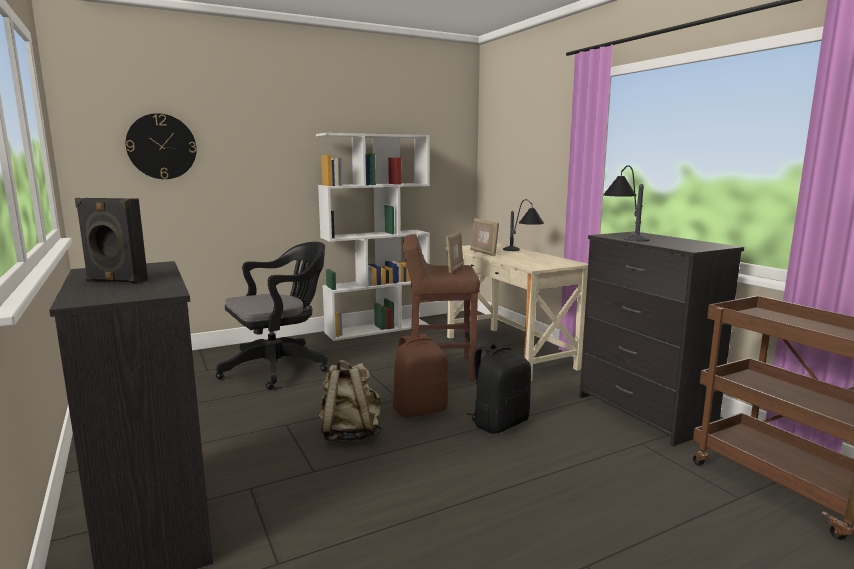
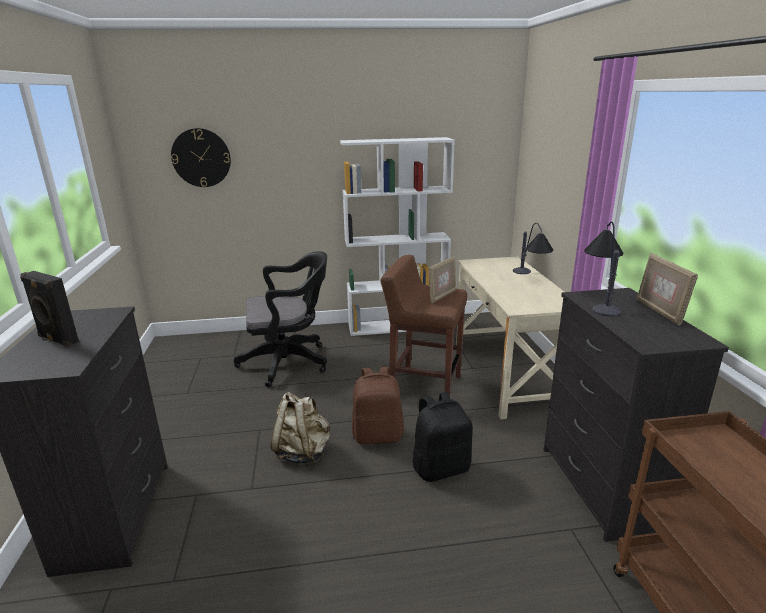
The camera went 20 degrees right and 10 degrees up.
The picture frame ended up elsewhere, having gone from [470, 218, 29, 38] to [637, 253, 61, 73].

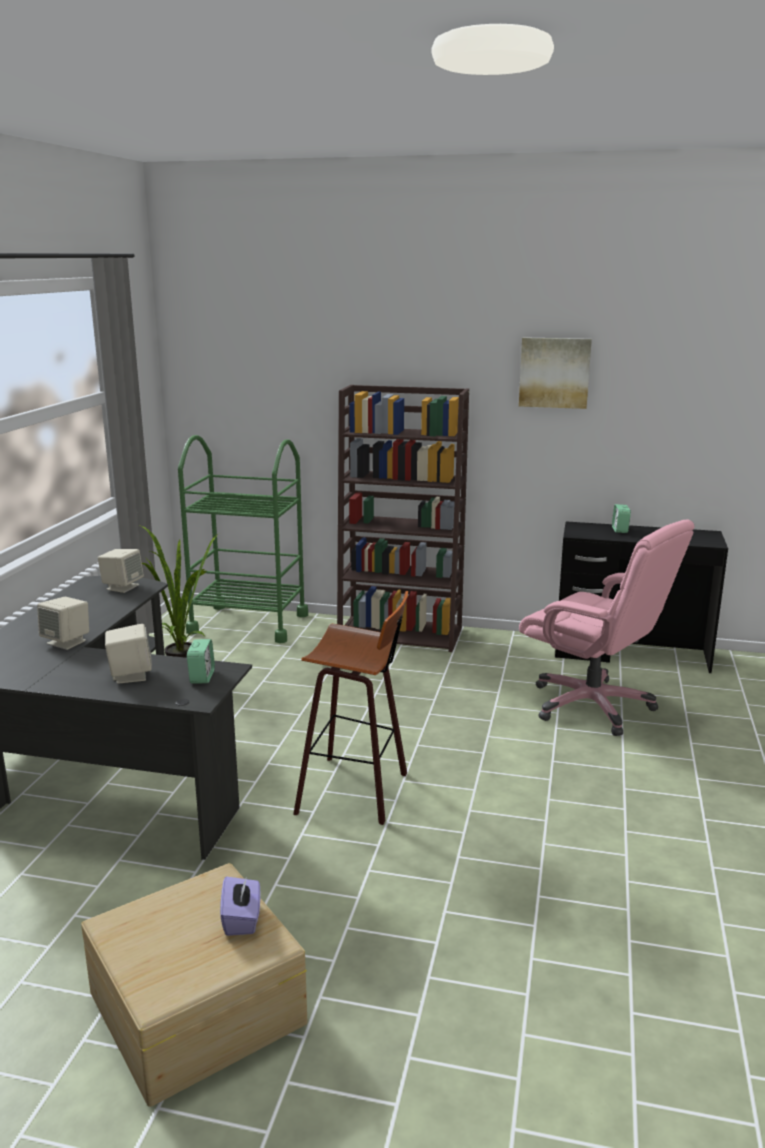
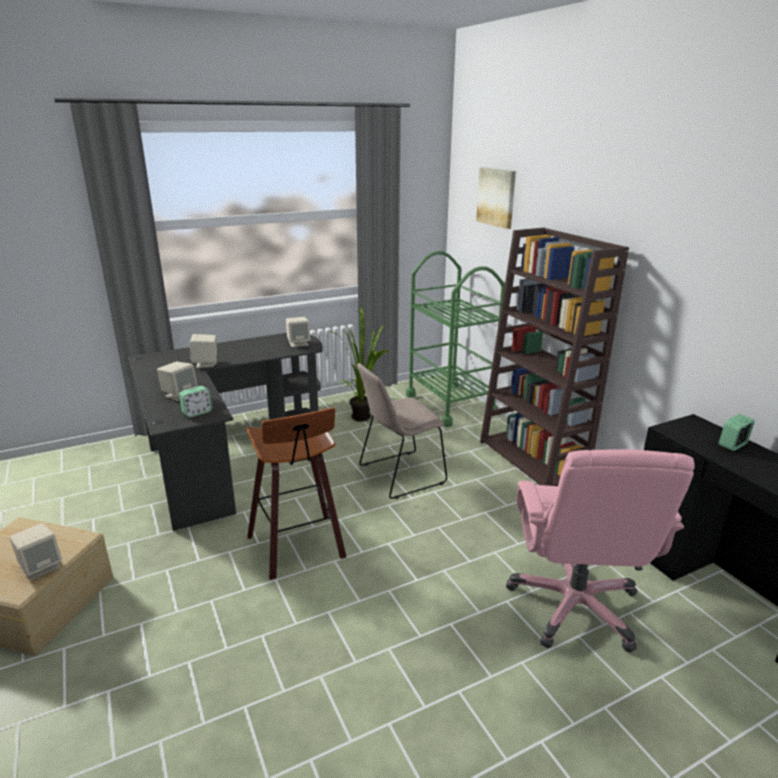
The camera went 50 degrees right and 5 degrees up.
Where the box of tissues/purple-coloured stood at [220, 876, 40, 60], the audio speaker/sand-coloured came to stand at [10, 523, 52, 57].
The second view gained the plain chair/sand-coloured at [358, 363, 89, 136].
The picture ended up elsewhere, having gone from [519, 337, 73, 72] to [476, 167, 40, 62].

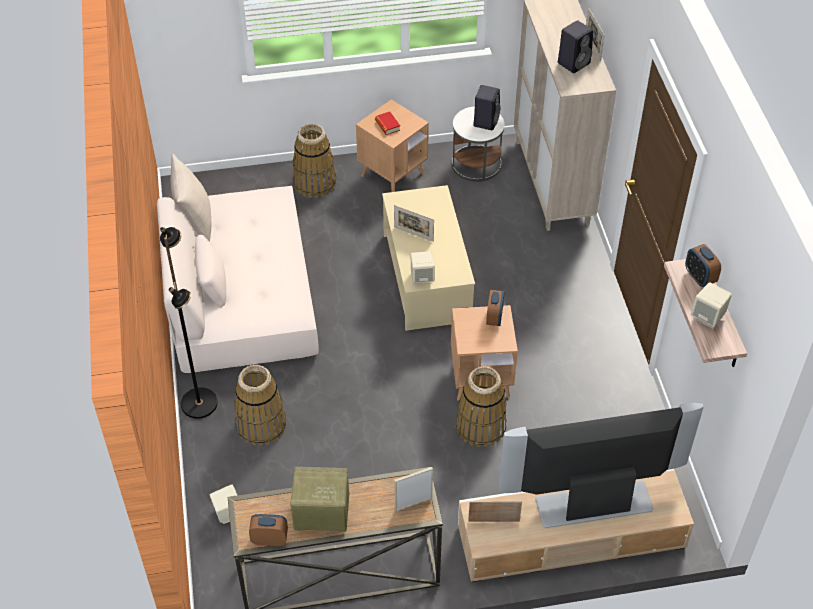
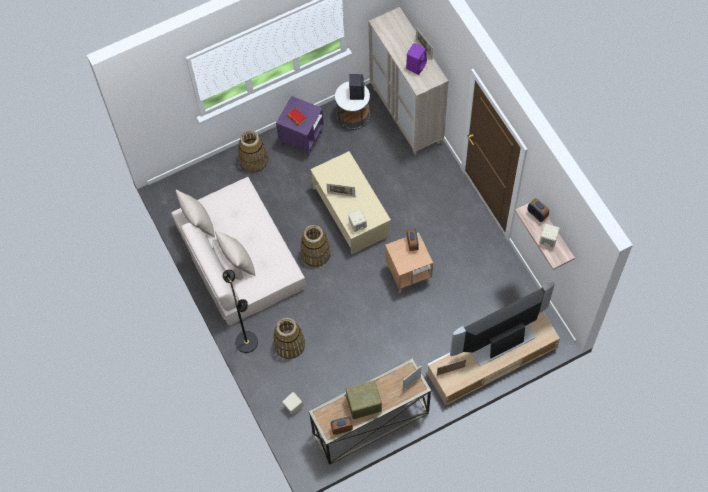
The camera went 15 degrees left and 15 degrees up.
The second view gained the throw pillow/sand-coloured at [215, 230, 41, 46].
What was the end table/brown-coloured at [356, 99, 73, 93] turned into the end table/purple-coloured at [276, 96, 48, 61].
The household basket ended up elsewhere, having gone from [456, 366, 51, 81] to [300, 225, 31, 42].
What was the audio speaker/blackish at [558, 20, 35, 53] turned into the audio speaker/purple-coloured at [406, 43, 21, 32].

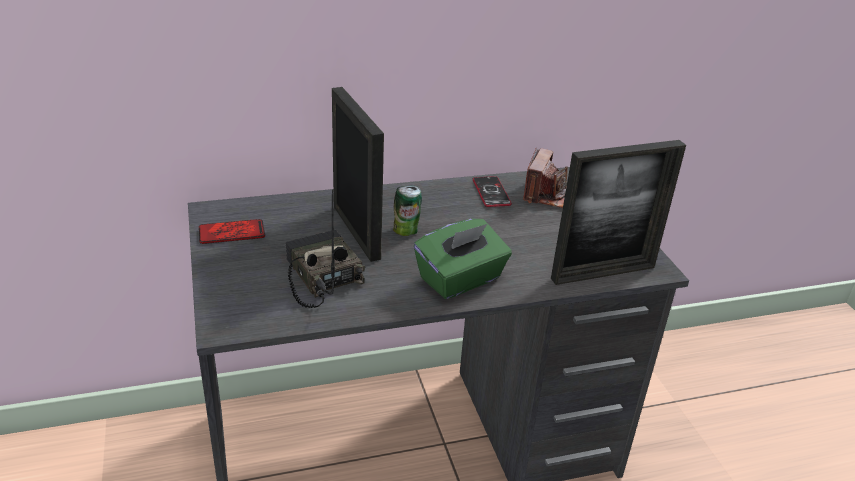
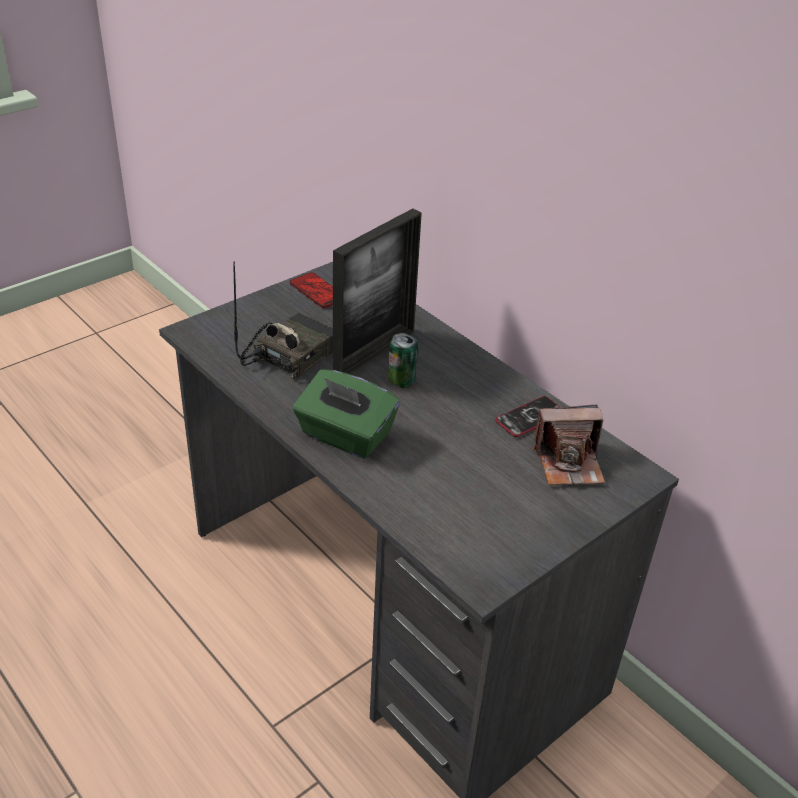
The camera went 65 degrees right and 5 degrees up.
The second view lost the picture frame at [551, 140, 135, 145].

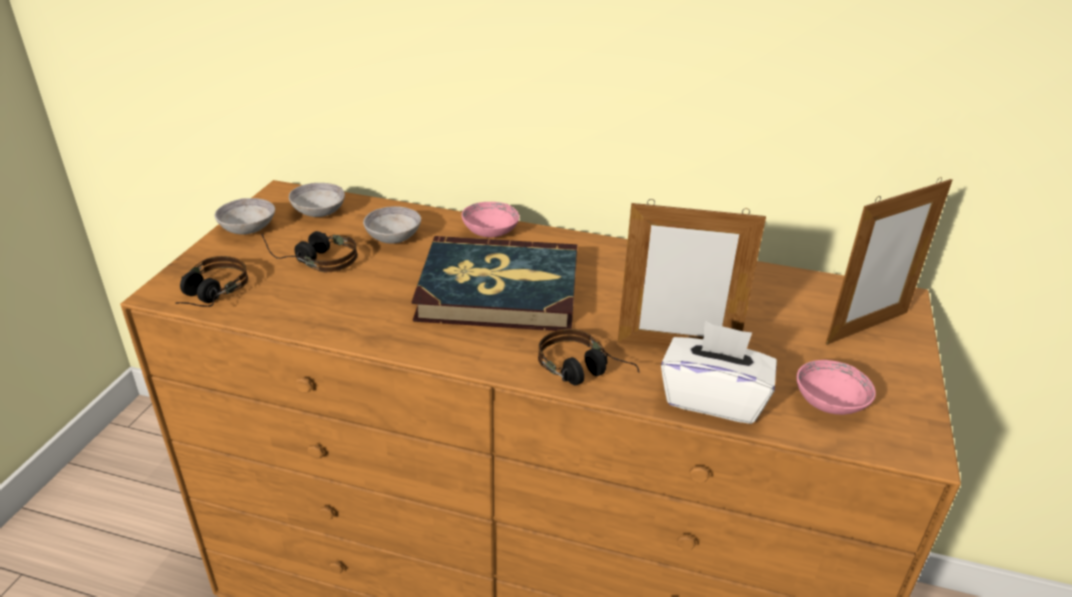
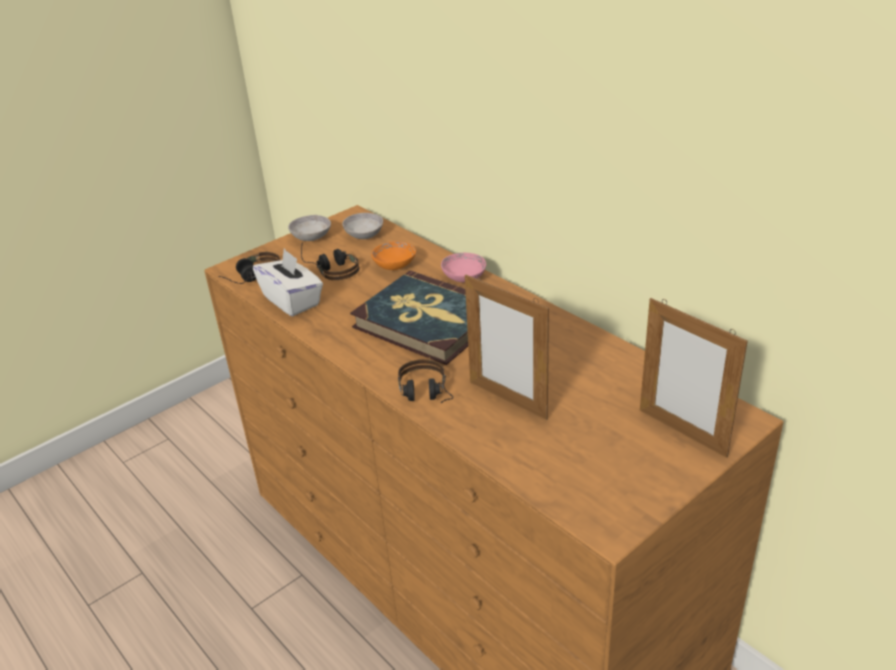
The camera went 35 degrees right and 0 degrees up.
The box of tissues/white-coloured ended up elsewhere, having gone from [661, 321, 116, 103] to [253, 249, 70, 67].
What was the deep dish/greyish at [363, 206, 58, 38] turned into the deep dish/orange at [371, 241, 45, 29].
The picture frame at [826, 177, 126, 168] ended up facing another way, 45 degrees clockwise from before.
The second view lost the deep dish/pink at [797, 360, 79, 55].

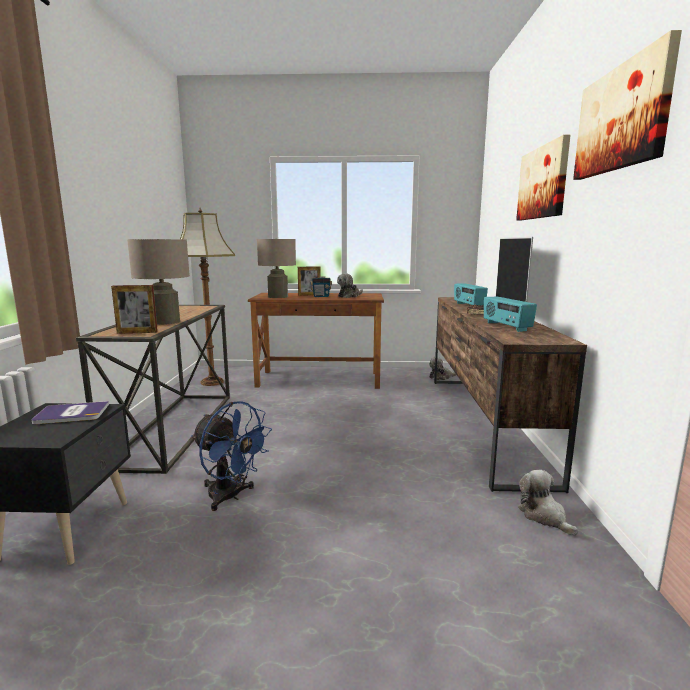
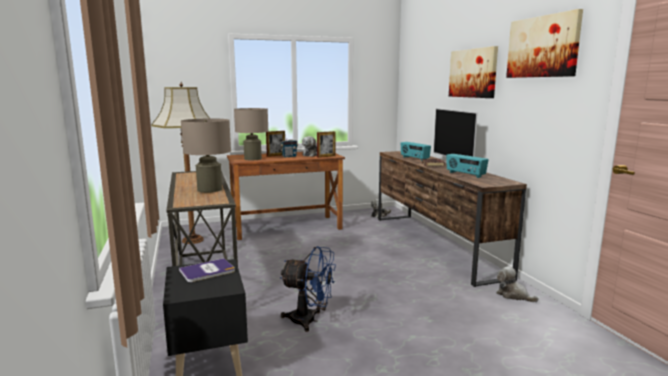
The camera went 20 degrees left and 0 degrees up.
The picture frame ended up elsewhere, having gone from [111, 285, 47, 49] to [317, 131, 19, 27].

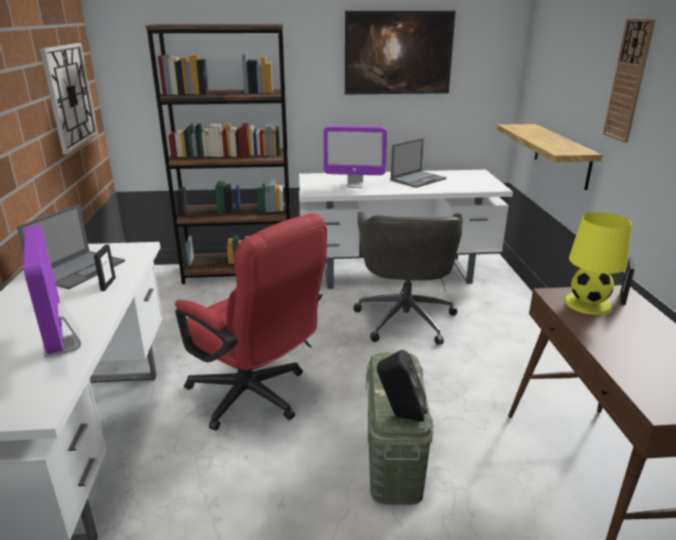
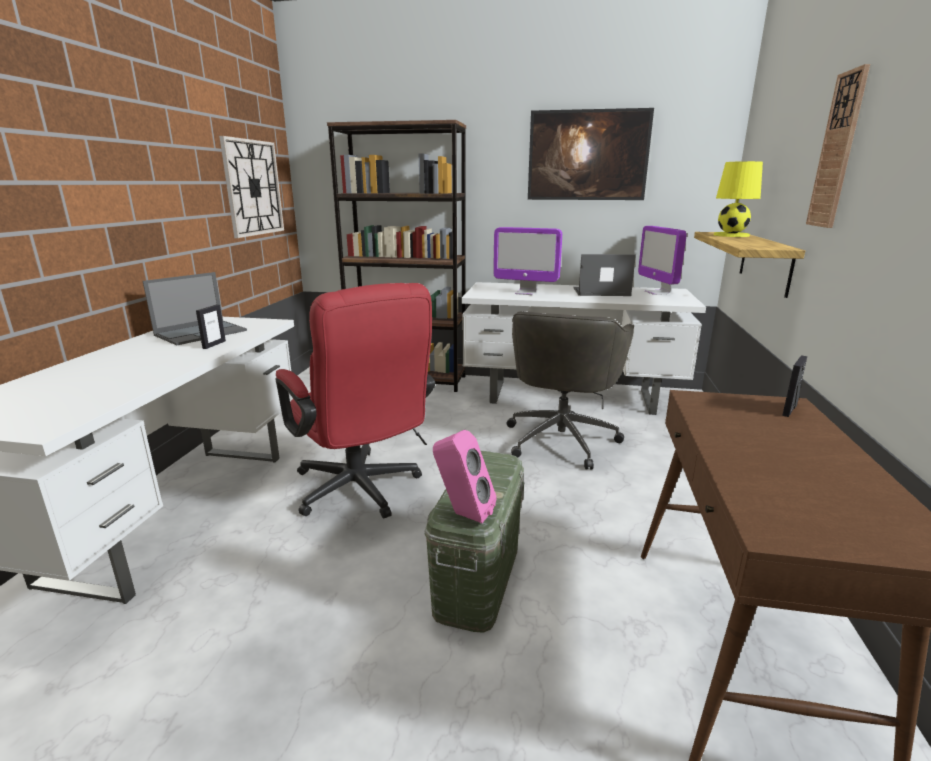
The camera went 15 degrees right and 5 degrees down.
What was the audio speaker/blackish at [377, 350, 51, 72] turned into the audio speaker/pink at [433, 430, 64, 93].
The notebook computer at [391, 138, 56, 50] ended up facing another way, 150 degrees counterclockwise from before.
The computer screen ended up elsewhere, having gone from [23, 225, 58, 132] to [638, 226, 49, 69].
The lamp for a table/yellow ended up elsewhere, having gone from [565, 212, 67, 103] to [713, 161, 50, 76].

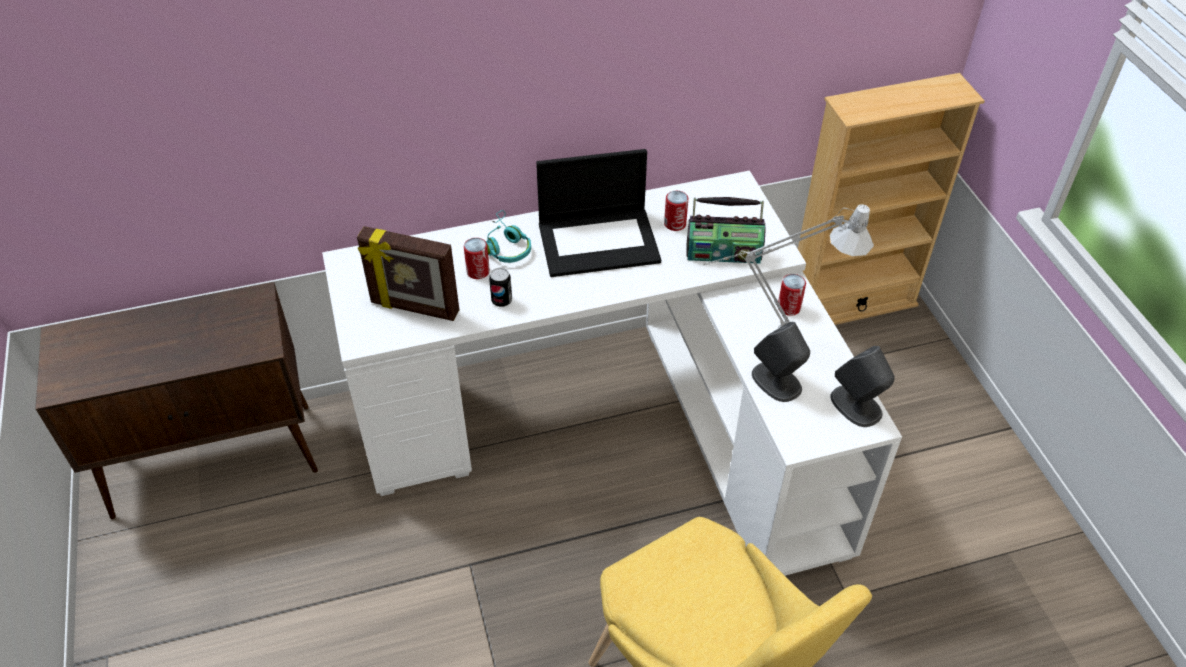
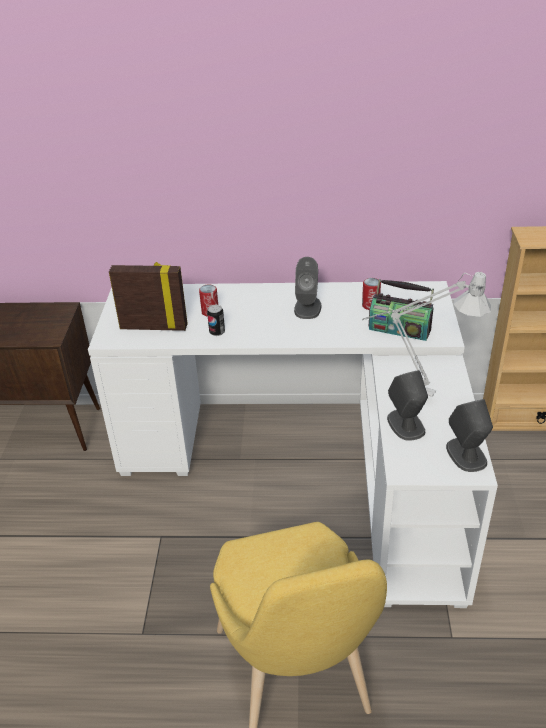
The camera went 20 degrees right and 10 degrees down.
The picture frame at [357, 226, 102, 95] ended up facing another way, 150 degrees clockwise from before.
Where the notebook computer stood at [536, 149, 125, 128], the audio speaker/greyish came to stand at [294, 257, 28, 62].
The second view lost the headphones/turquoise at [486, 210, 45, 53].
The second view lost the metal can at [778, 274, 28, 42].

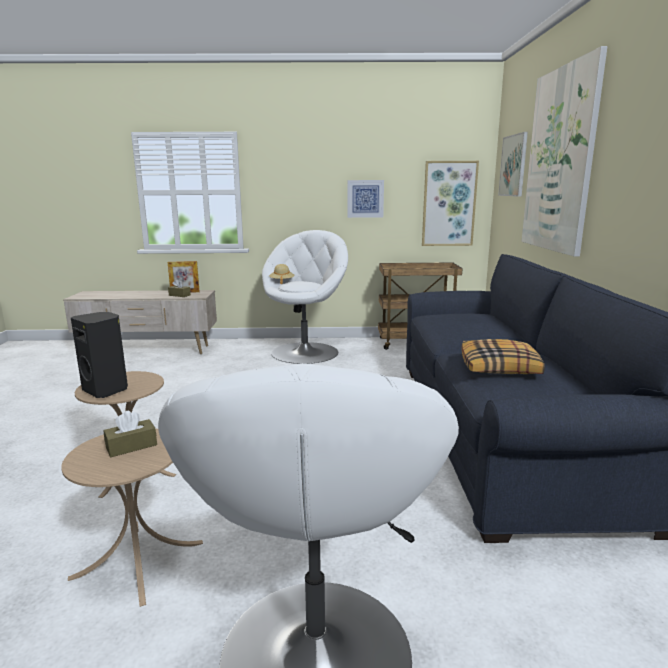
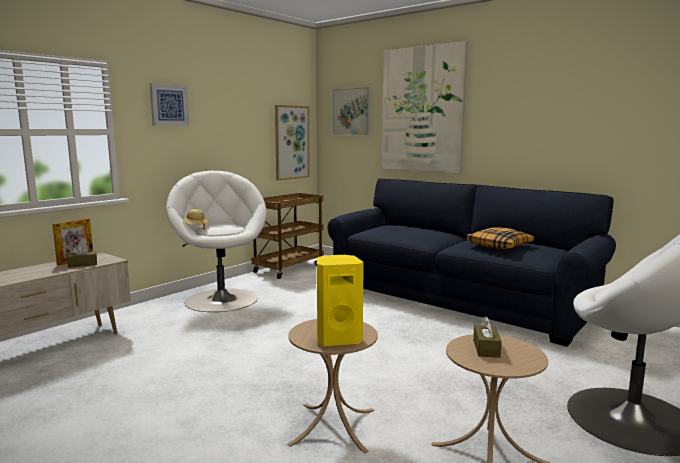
The camera went 50 degrees left and 5 degrees down.
The picture ended up elsewhere, having gone from [347, 180, 37, 38] to [150, 83, 40, 43].
What was the audio speaker/blackish at [71, 312, 57, 86] turned into the audio speaker/yellow at [317, 255, 47, 91].

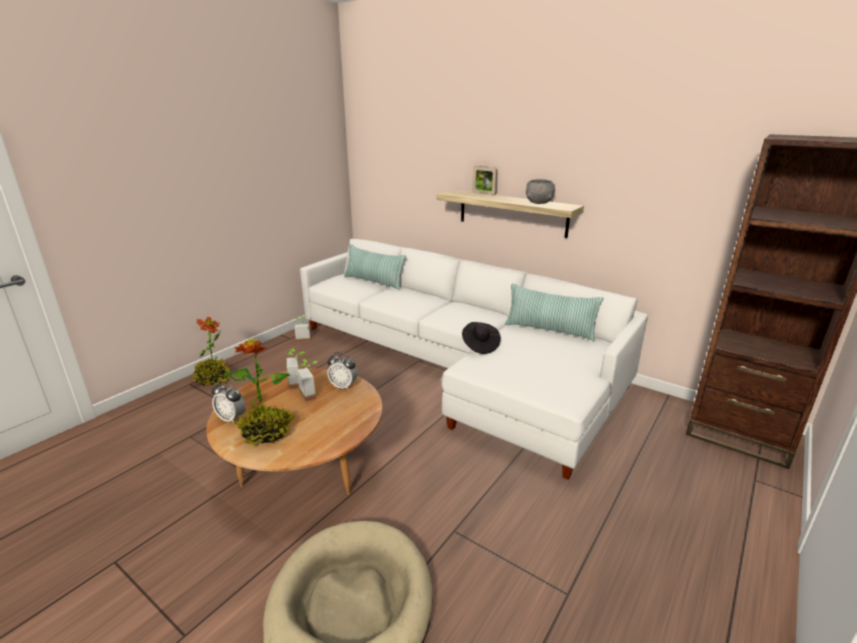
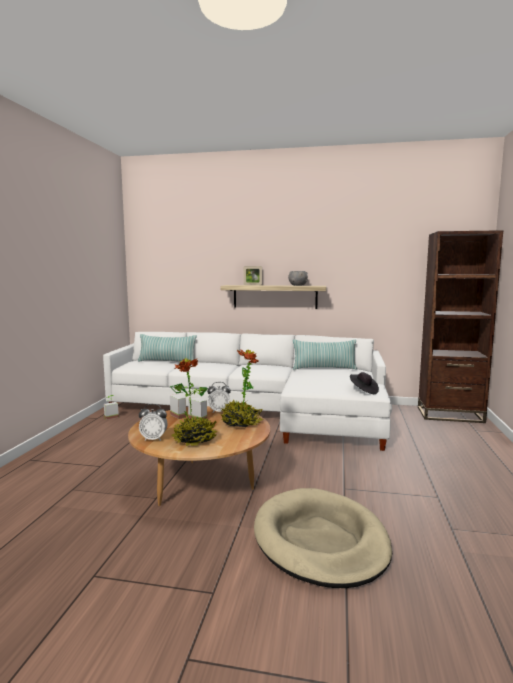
The camera went 25 degrees left and 15 degrees down.
The potted plant ended up elsewhere, having gone from [192, 317, 39, 69] to [221, 350, 42, 77].
The clothing hat/blackish ended up elsewhere, having gone from [462, 322, 39, 32] to [350, 372, 29, 22].

